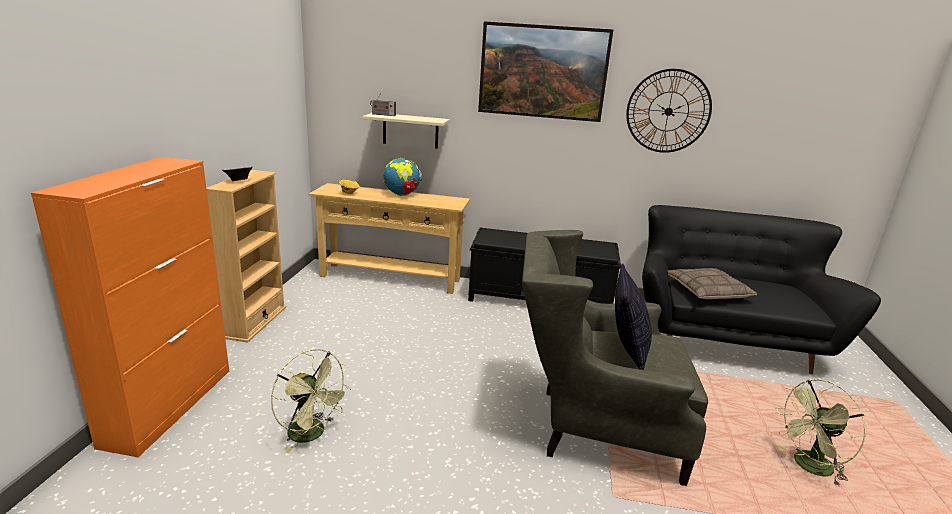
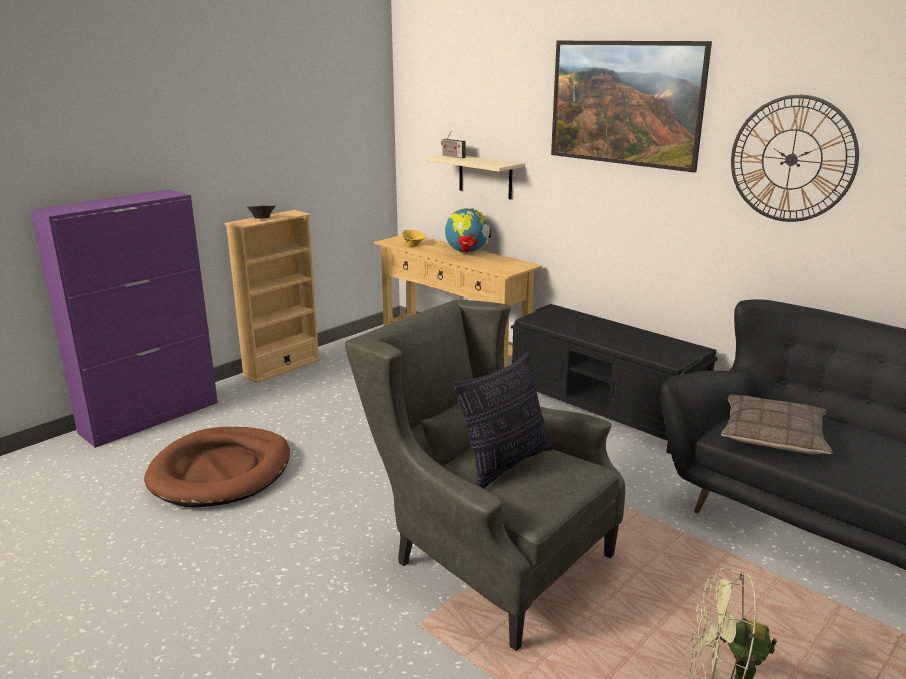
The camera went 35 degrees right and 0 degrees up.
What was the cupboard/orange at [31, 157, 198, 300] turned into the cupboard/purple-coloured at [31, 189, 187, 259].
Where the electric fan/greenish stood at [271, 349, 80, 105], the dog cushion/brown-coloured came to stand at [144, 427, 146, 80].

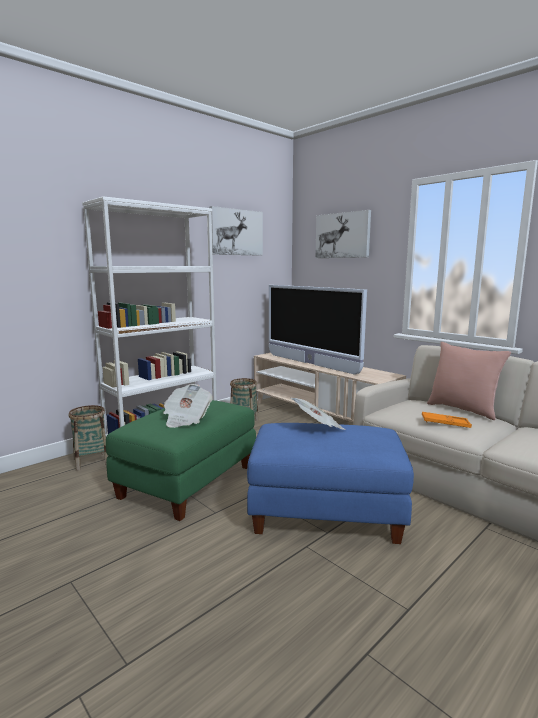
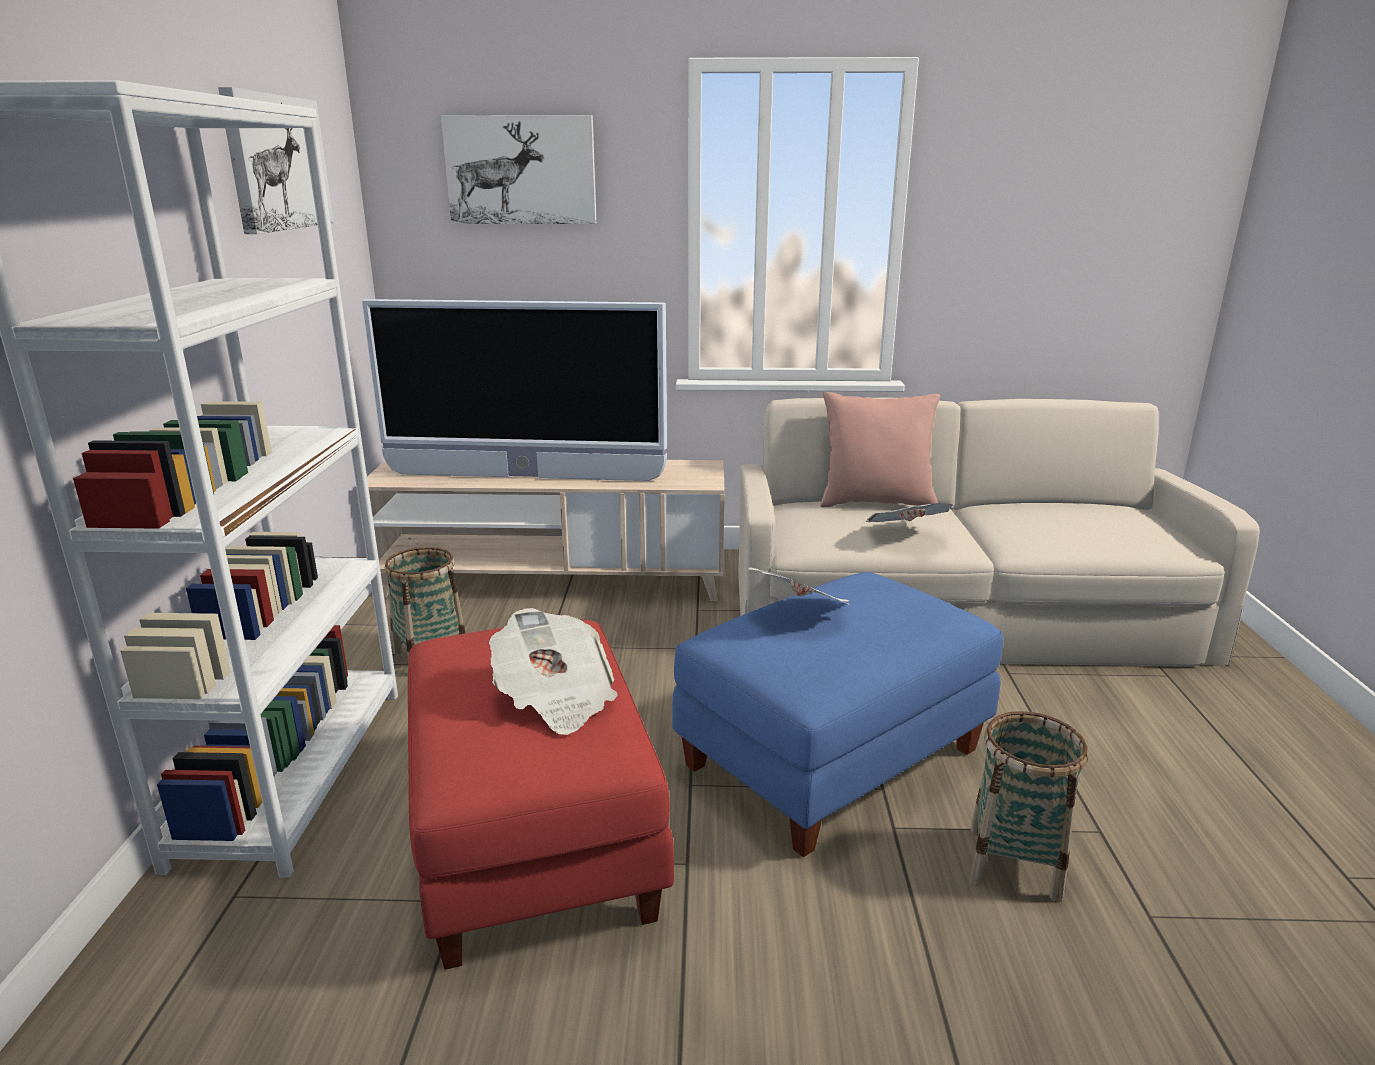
The camera went 45 degrees left and 10 degrees up.
What was the ottoman/greenish at [106, 400, 150, 121] turned into the ottoman/red-coloured at [408, 620, 266, 350].
Where the carrying tray/orange stood at [422, 412, 50, 16], the daily paper came to stand at [866, 503, 87, 19].
The household basket ended up elsewhere, having gone from [68, 405, 40, 66] to [969, 711, 119, 191].

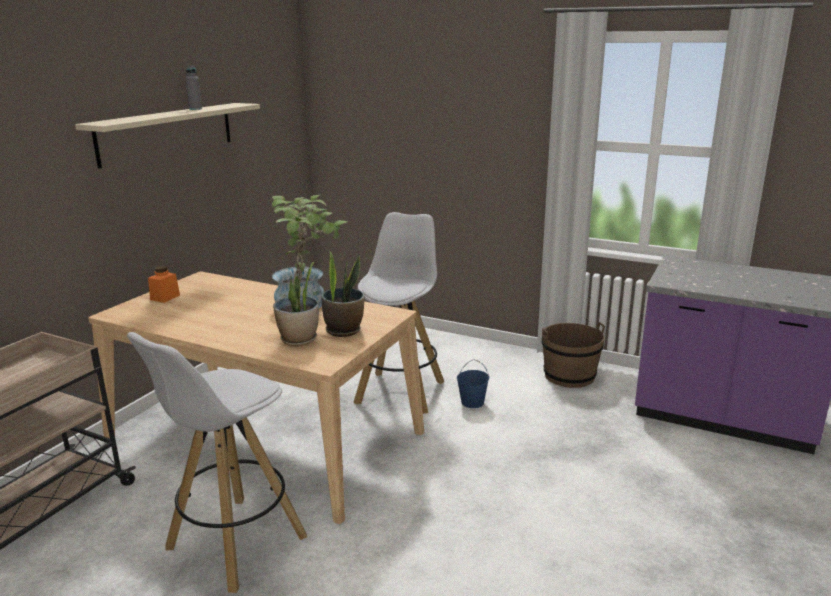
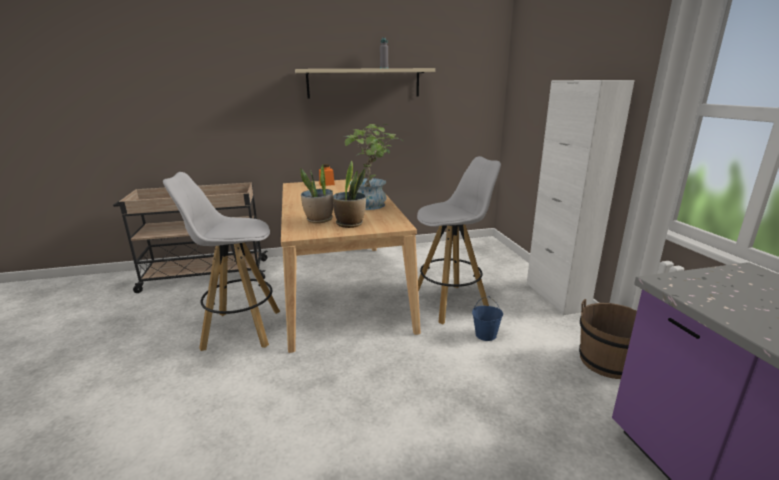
The camera went 50 degrees right and 0 degrees up.
The second view gained the cupboard/white-coloured at [527, 80, 108, 235].

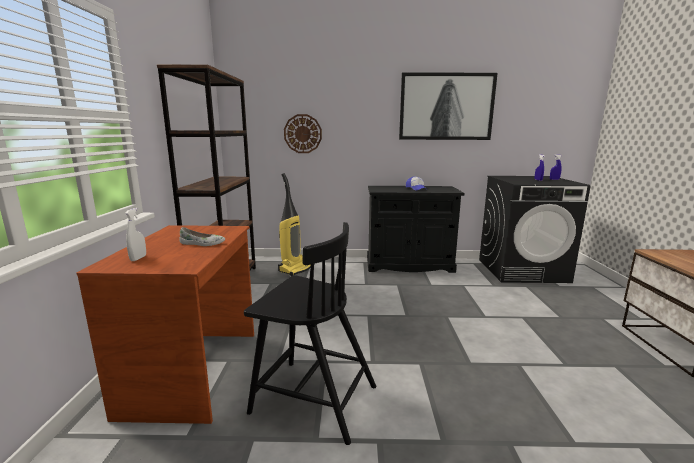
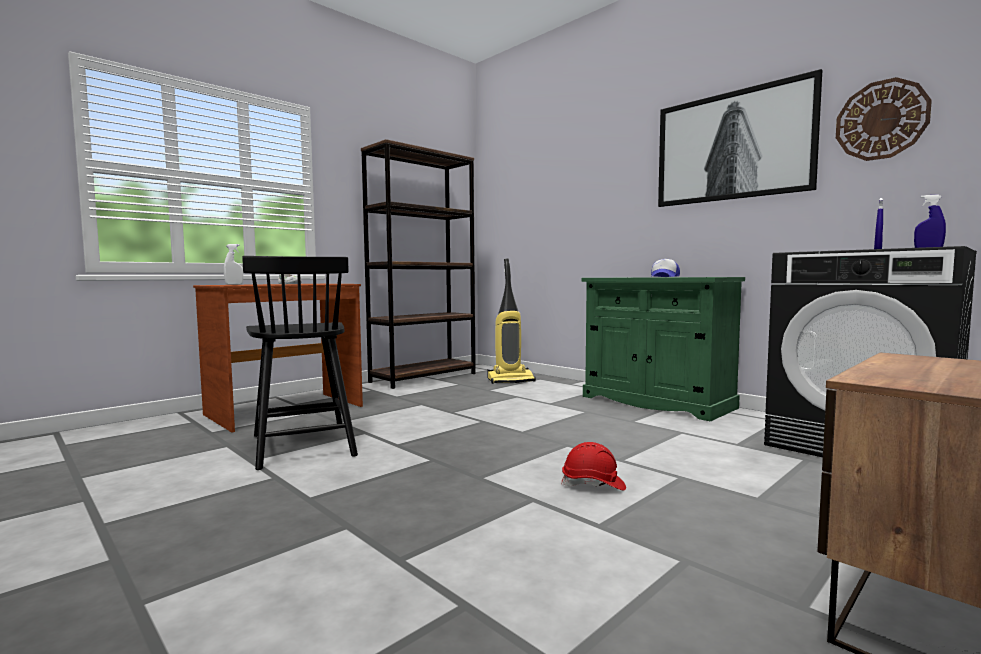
The camera went 45 degrees right and 10 degrees down.
The second view gained the work helmet/red-coloured at [561, 442, 65, 49].
What was the cupboard/blackish at [367, 186, 97, 87] turned into the cupboard/greenish at [581, 277, 164, 144].
The hanging clock ended up elsewhere, having gone from [284, 114, 38, 39] to [836, 77, 96, 84].

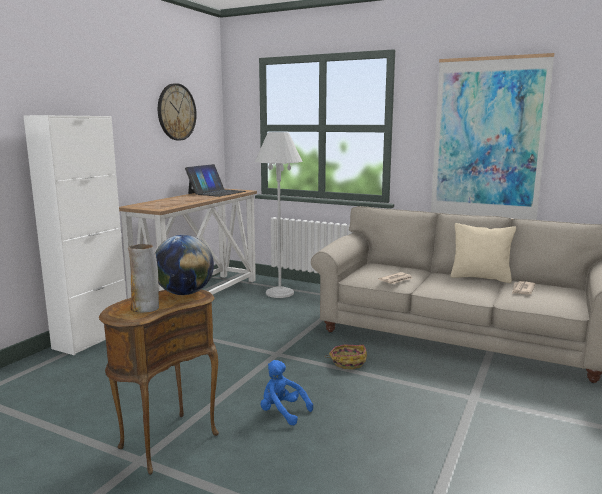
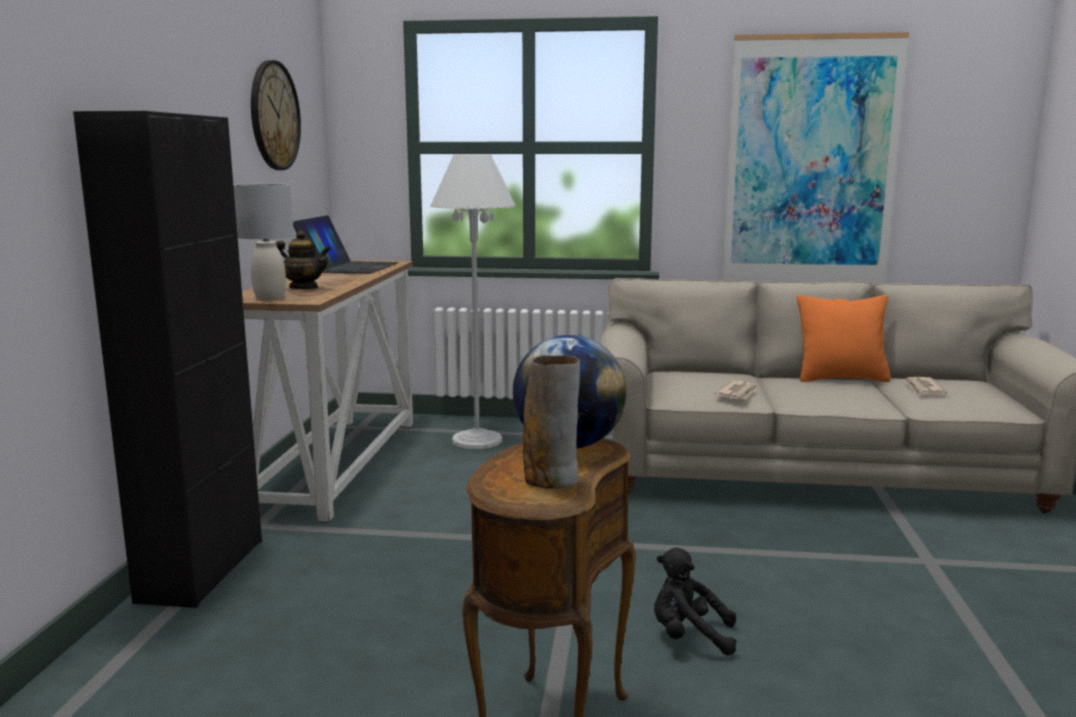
The camera went 20 degrees left and 0 degrees up.
What was the cupboard/white-coloured at [23, 115, 103, 240] turned into the cupboard/blackish at [73, 111, 189, 497].
The second view gained the lamp for a table/greyish at [233, 184, 61, 116].
The second view gained the pot for tea at [276, 231, 55, 58].
What was the cuddly toy/blue-coloured at [260, 360, 53, 65] turned into the cuddly toy/blackish at [654, 548, 83, 107].
What was the throw pillow/sand-coloured at [450, 223, 66, 60] turned into the throw pillow/orange at [797, 295, 94, 87].
The second view lost the household basket at [326, 344, 41, 25].

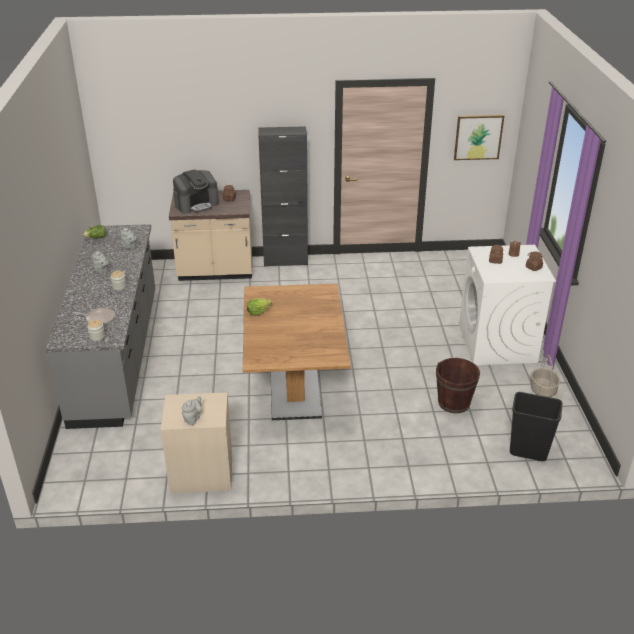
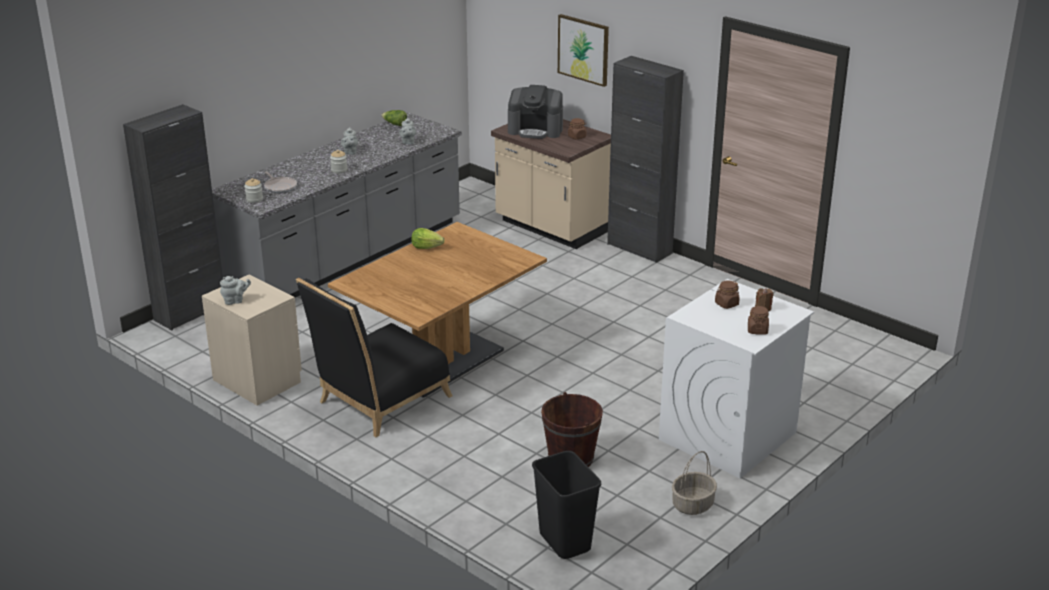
The camera went 45 degrees right and 5 degrees down.
The second view gained the cupboard/blackish at [123, 104, 100, 226].
The second view gained the plain chair/blackish at [296, 278, 156, 159].
The picture ended up elsewhere, having gone from [454, 115, 50, 45] to [558, 14, 51, 73].

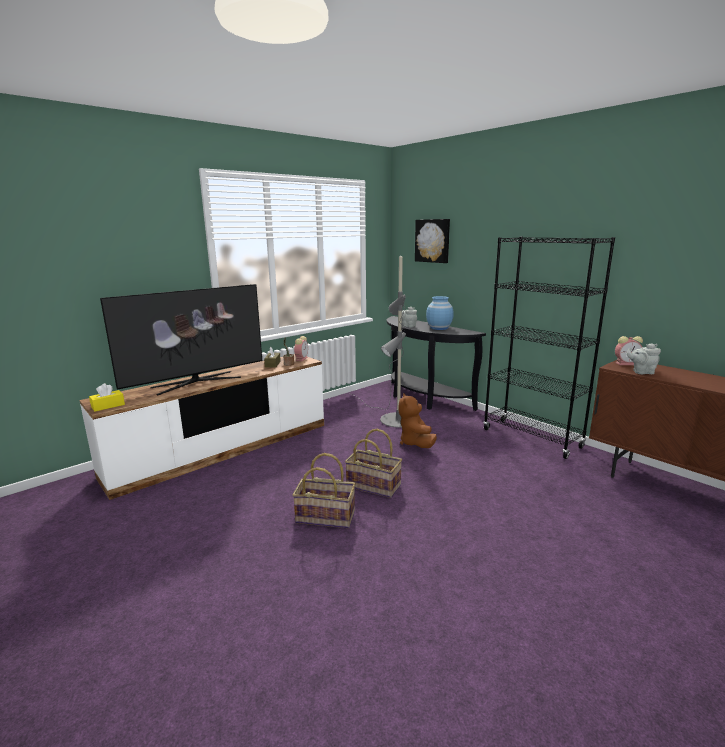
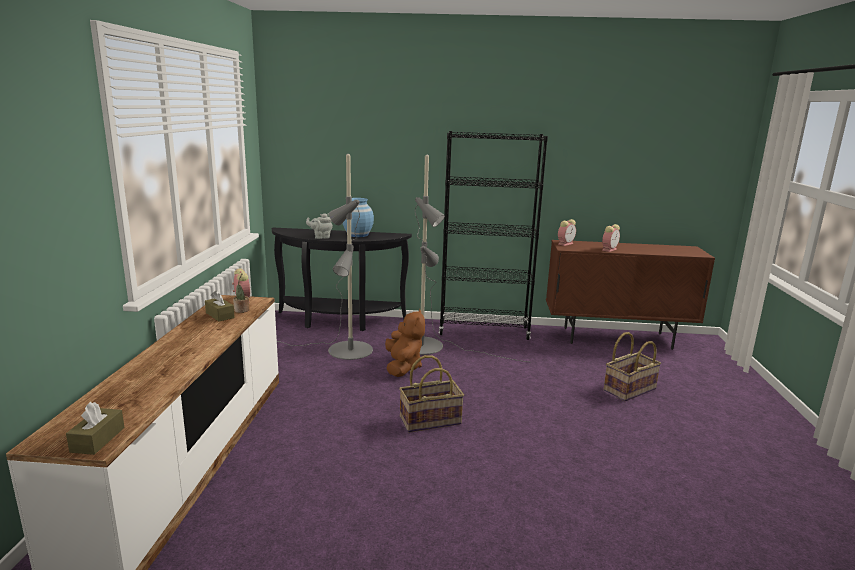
The camera went 45 degrees left and 0 degrees up.
What was the box of tissues/yellow at [89, 383, 36, 28] turned into the box of tissues/brown-coloured at [66, 402, 59, 53].
The cuddly toy/brown-coloured at [399, 393, 38, 55] ended up facing another way, 135 degrees counterclockwise from before.
The second view gained the standing lamp/greyish at [415, 155, 116, 208].
The second view gained the table clock at [602, 224, 18, 28].
The household basket ended up elsewhere, having gone from [292, 453, 63, 75] to [603, 332, 58, 69].
The second view lost the TV set at [100, 284, 162, 111].
The second view lost the picture at [415, 219, 35, 44].
The second view lost the pot for tea/greyish at [627, 343, 34, 31].

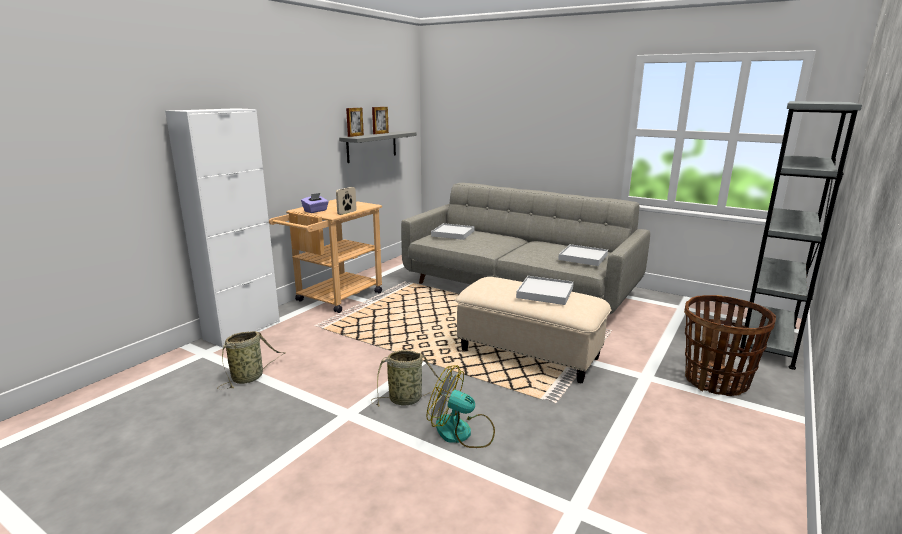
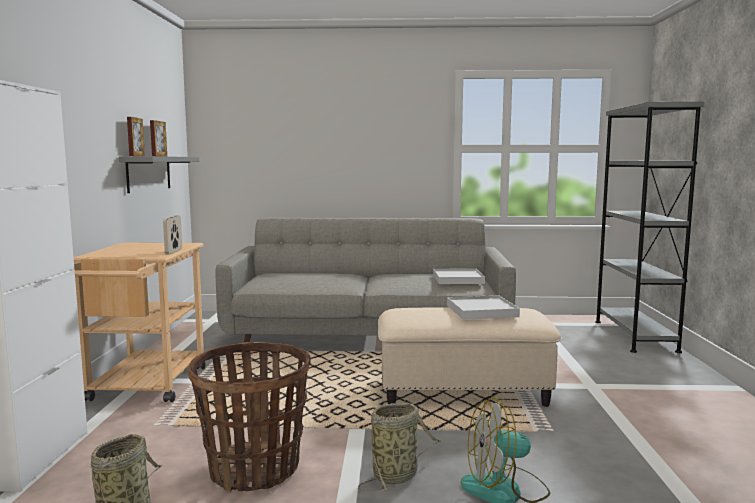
The camera went 30 degrees left and 10 degrees down.
The household basket ended up elsewhere, having gone from [684, 295, 92, 101] to [188, 342, 123, 150].
The second view lost the box of tissues/purple-coloured at [301, 193, 28, 20].
The second view lost the carrying tray/white-coloured at [431, 223, 44, 17].

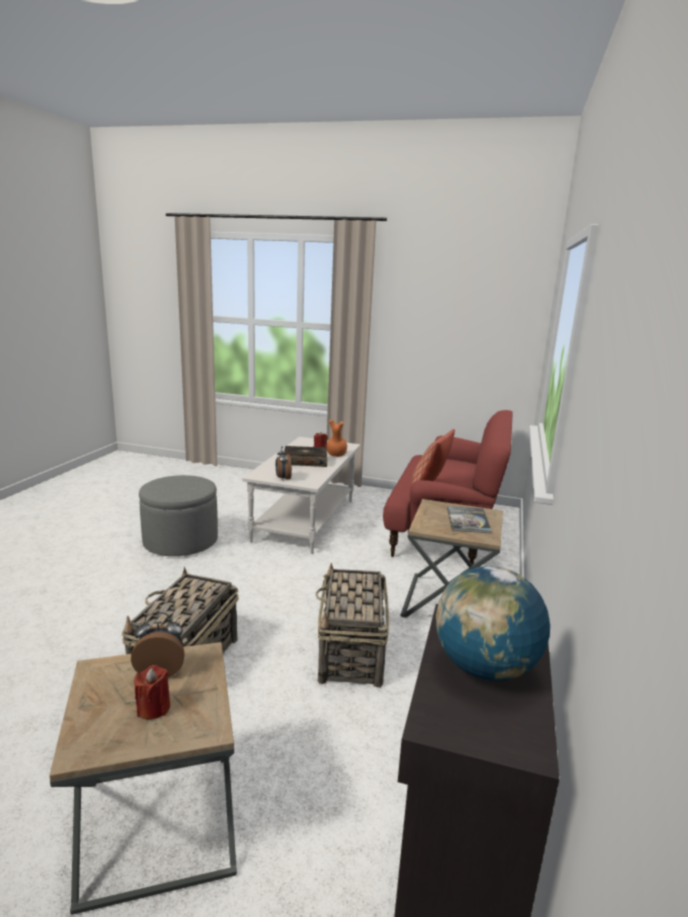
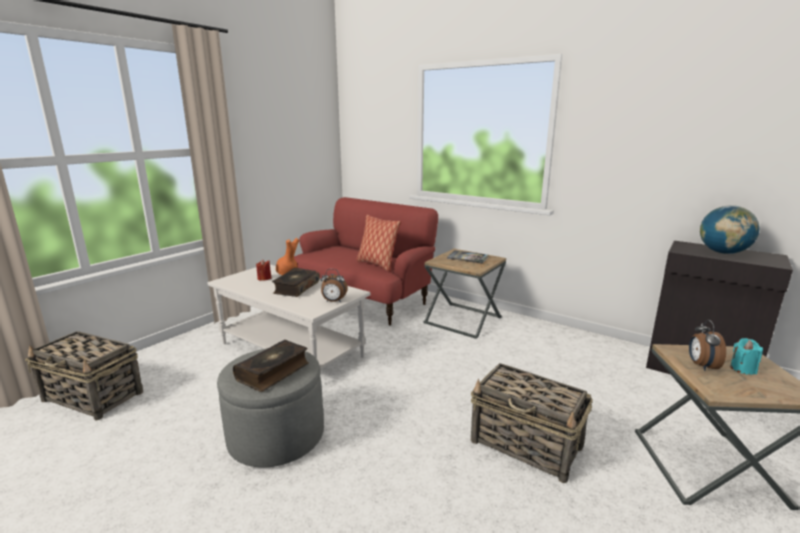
The camera went 70 degrees left and 0 degrees up.
The household basket ended up elsewhere, having gone from [315, 563, 74, 124] to [25, 331, 118, 90].
The second view gained the volume at [233, 340, 76, 52].
What was the wax light/red-coloured at [134, 665, 36, 55] turned into the wax light/turquoise at [730, 338, 33, 37].

